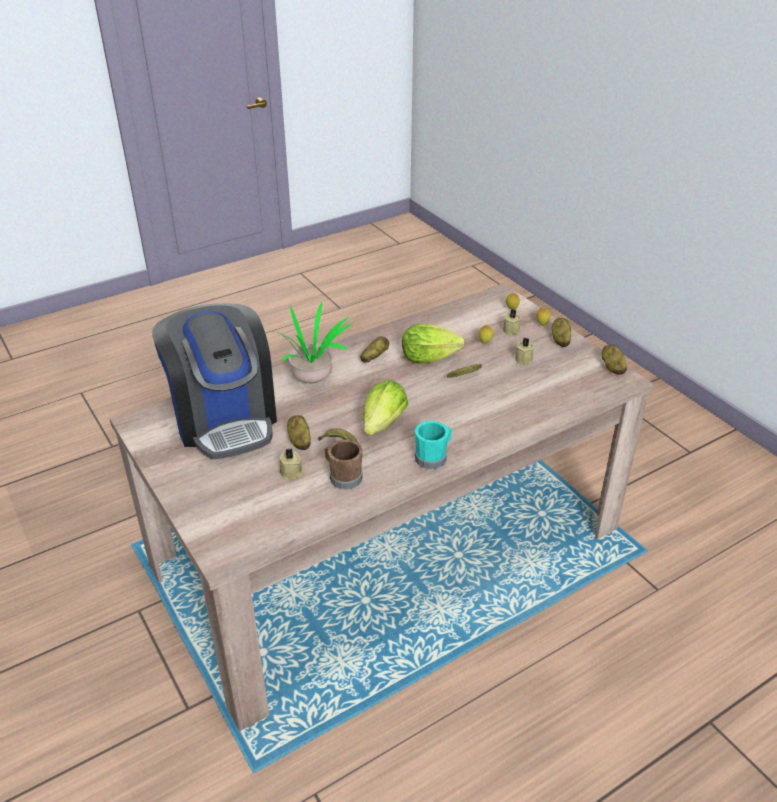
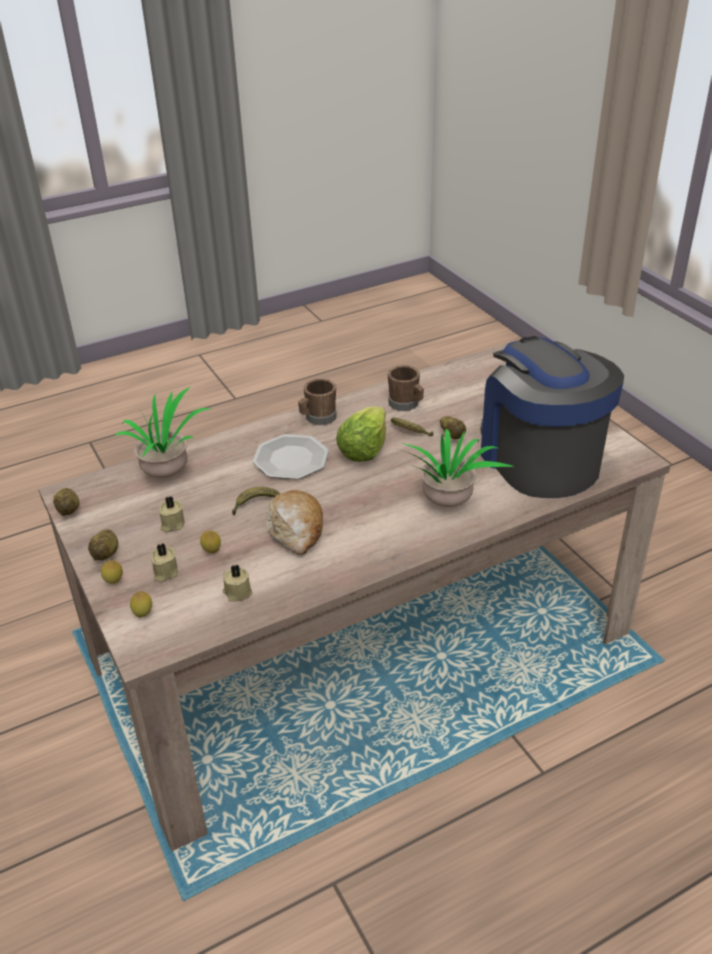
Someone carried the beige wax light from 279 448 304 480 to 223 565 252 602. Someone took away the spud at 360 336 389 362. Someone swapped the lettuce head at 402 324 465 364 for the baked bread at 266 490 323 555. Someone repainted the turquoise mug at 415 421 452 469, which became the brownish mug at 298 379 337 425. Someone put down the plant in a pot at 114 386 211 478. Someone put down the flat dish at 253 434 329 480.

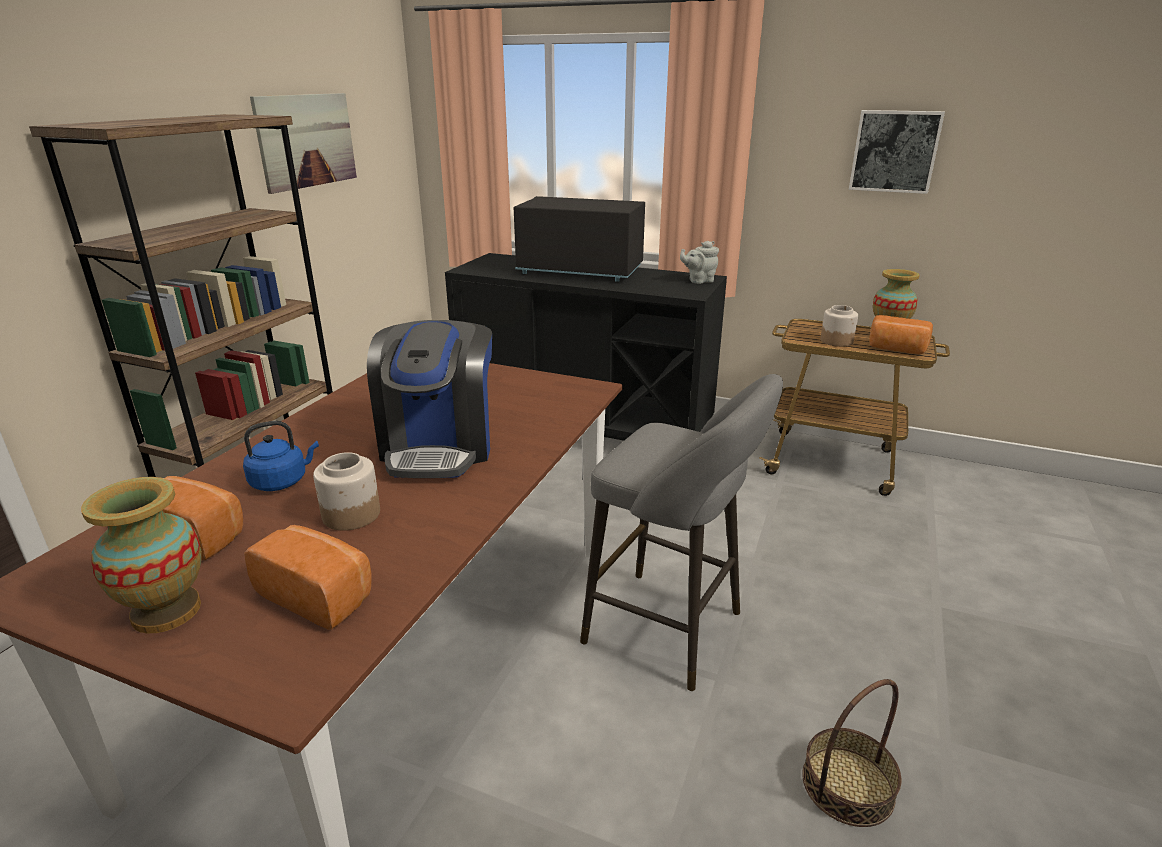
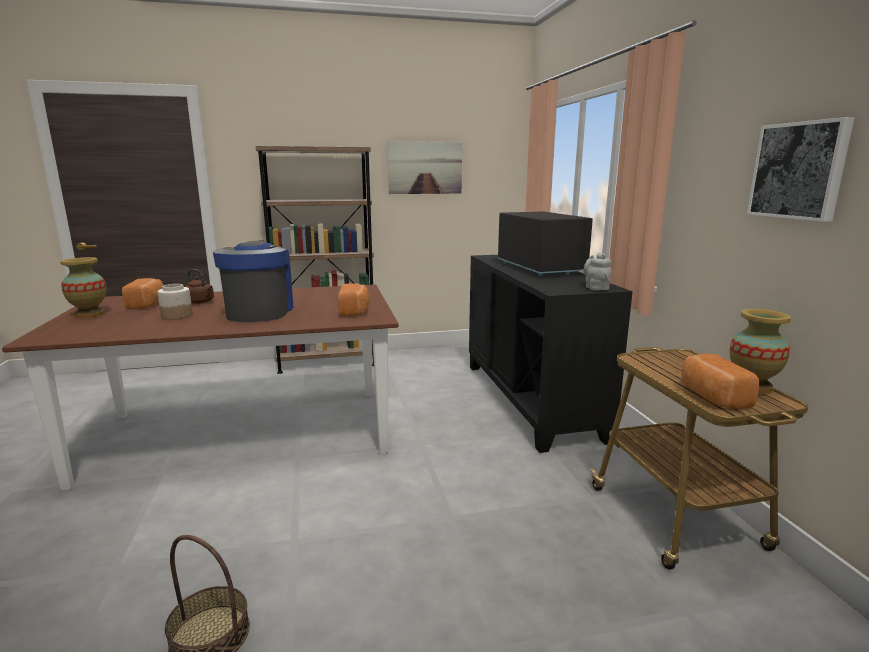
Someone repainted the bluish kettle at 243 421 319 491, which became the brownish kettle at 186 269 214 304. Someone carried the baked bread from 244 525 372 630 to 338 284 370 316. Someone rotated the coffee maker at 367 320 492 478 by 120 degrees clockwise. Someone took away the grey stool seat at 580 374 783 691. Someone rotated the grey teapot at 680 241 719 284 by 45 degrees clockwise. Someone took away the storage jar at 820 305 858 347.

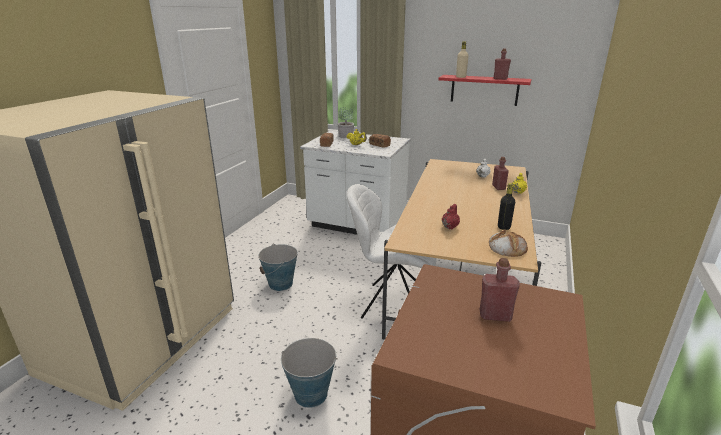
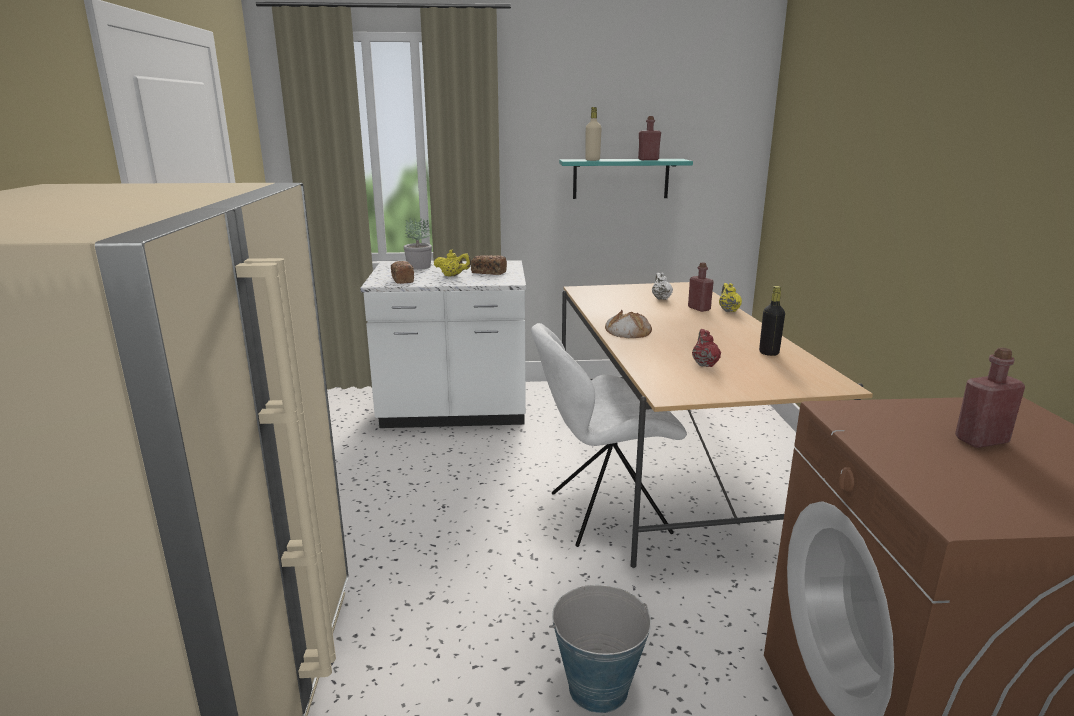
Someone took away the water bucket at 258 244 298 291. Someone repainted the reddish bracket shelf at 438 75 532 106, which became the turquoise bracket shelf at 559 159 693 199. Someone carried the baked bread from 489 229 528 257 to 605 310 652 338.

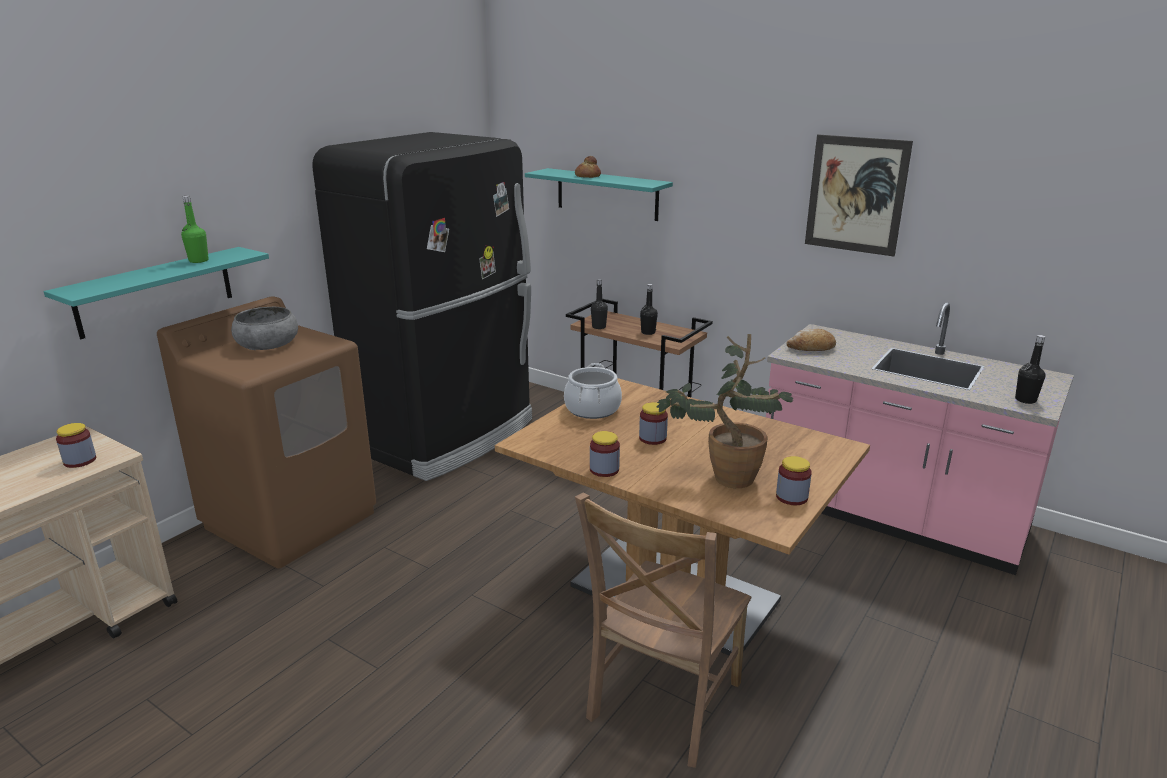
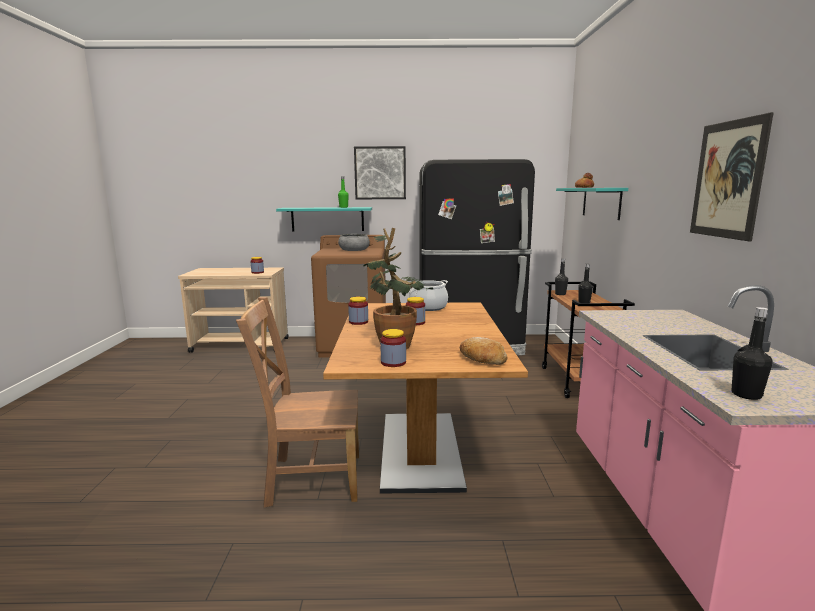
Someone carried the baked bread from 786 329 836 351 to 460 337 507 365. Someone put up the wall art at 354 146 406 199.

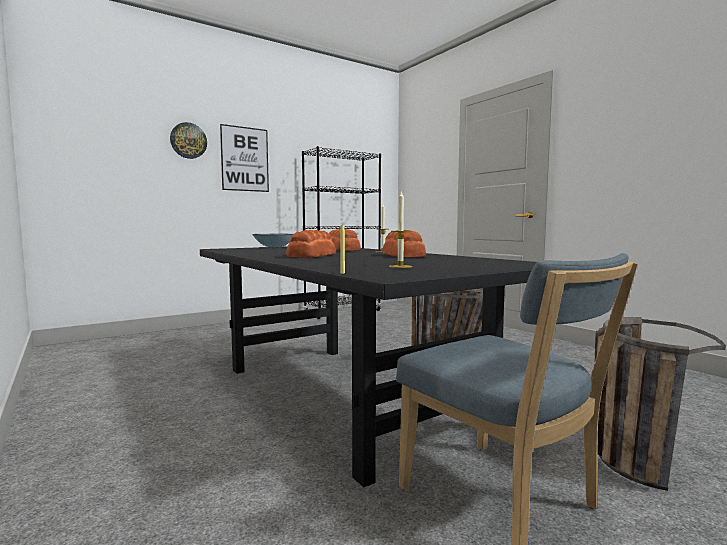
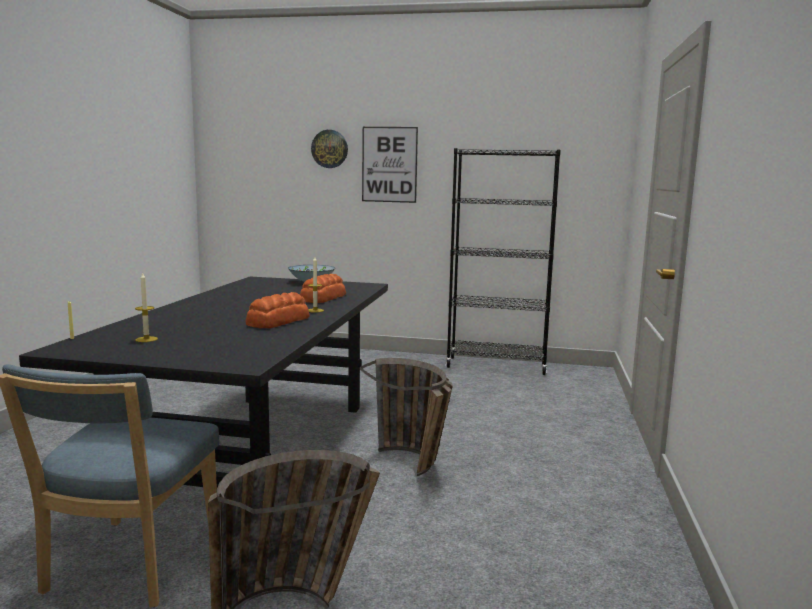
Someone took away the baked bread at 286 230 336 258.

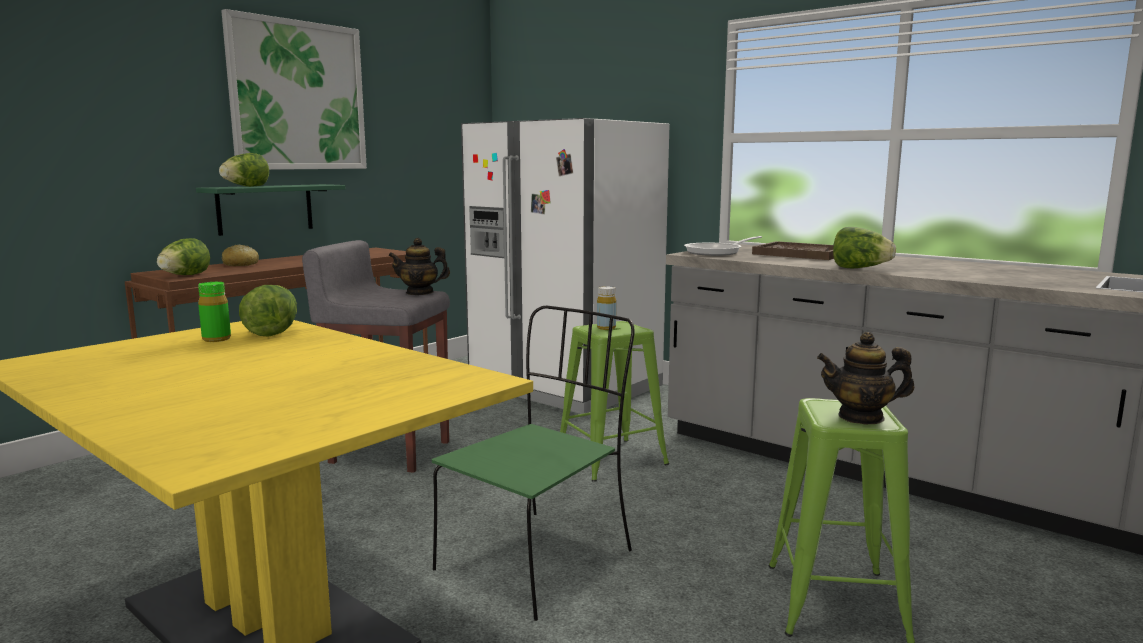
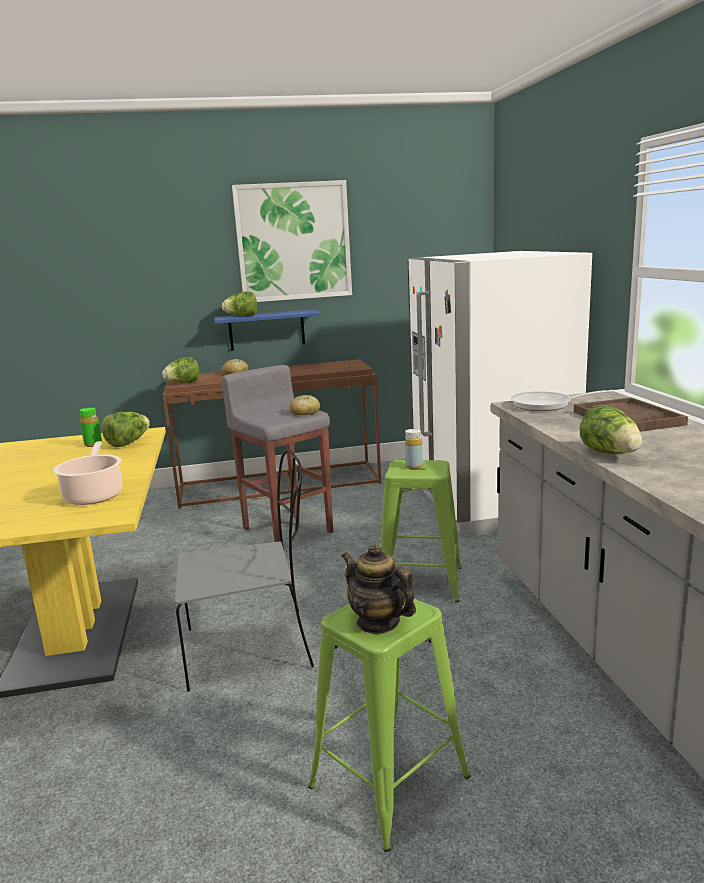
Someone repainted the greenish bracket shelf at 196 184 345 236, which became the bluish bracket shelf at 214 309 320 351. Someone swapped the teapot at 388 238 450 295 for the baked bread at 289 395 320 415. Someone repainted the greenish chair at 432 306 635 621, which became the grey chair at 175 450 314 692. Someone put down the saucepot at 53 441 122 505.

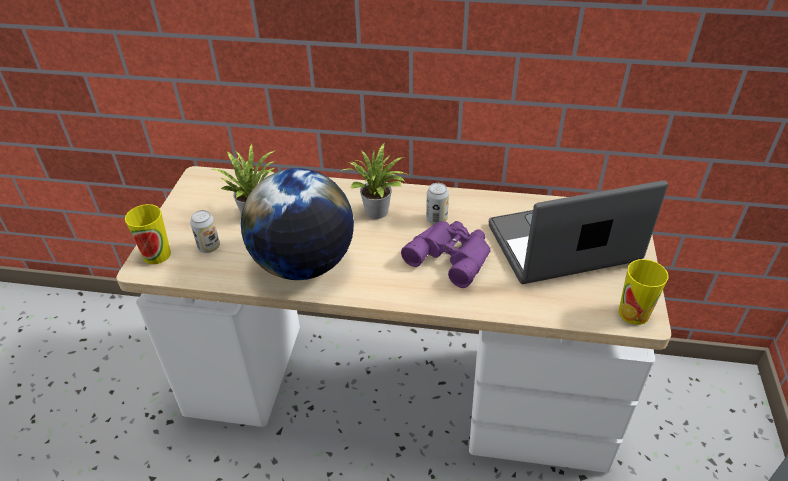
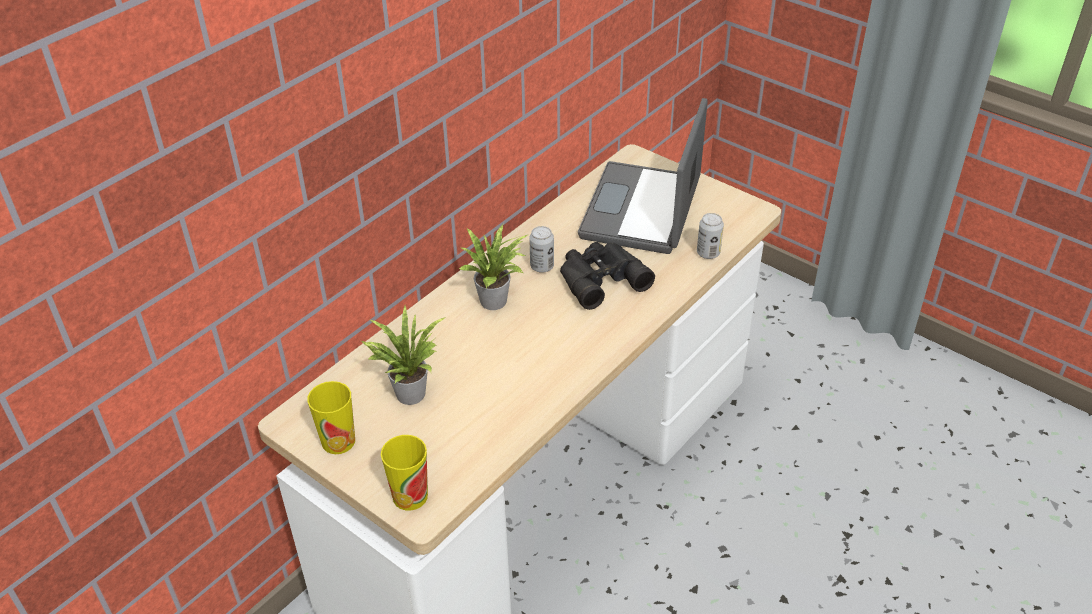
Someone carried the sealed can from 190 210 220 253 to 697 213 724 259. Someone took away the desk globe at 241 168 354 280. Someone repainted the purple-coloured pair of binoculars at 401 221 490 288, which became the blackish pair of binoculars at 560 242 655 310. Someone carried the drinking cup from 619 259 669 325 to 307 381 355 454.

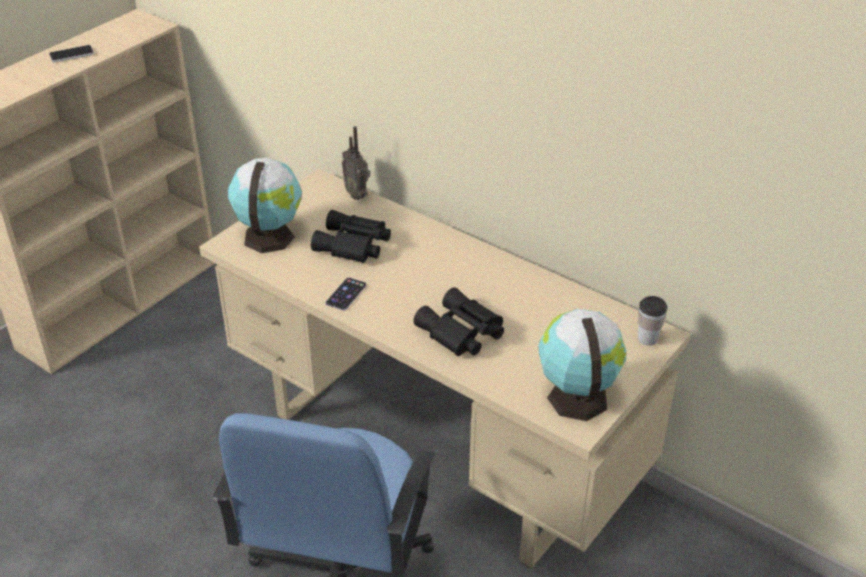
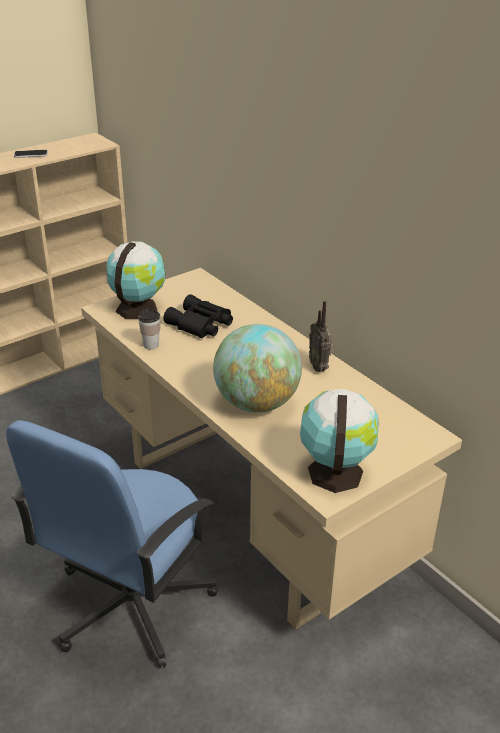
Someone took away the telephone at 325 277 367 311. Someone carried the radio receiver from 342 126 370 200 to 309 301 334 372. Someone swapped the blackish pair of binoculars at 414 287 504 356 for the desk globe at 213 324 302 412. Someone carried the drinking cup from 638 296 667 346 to 138 309 160 349.

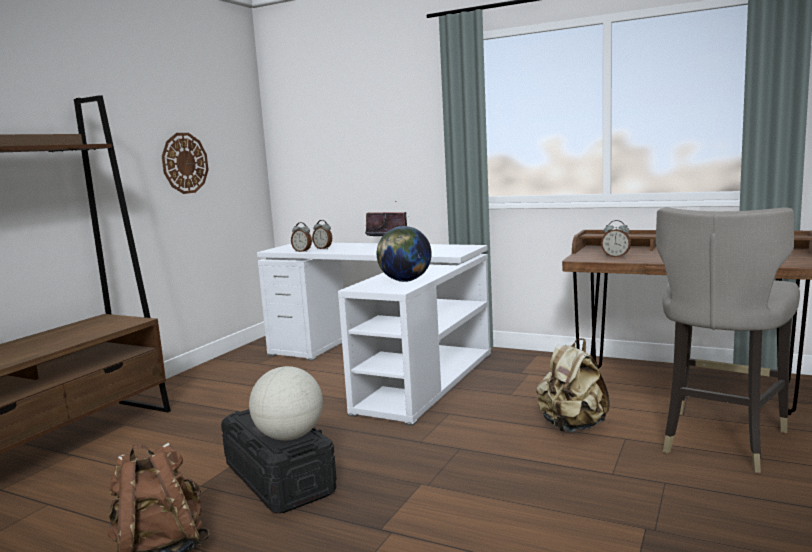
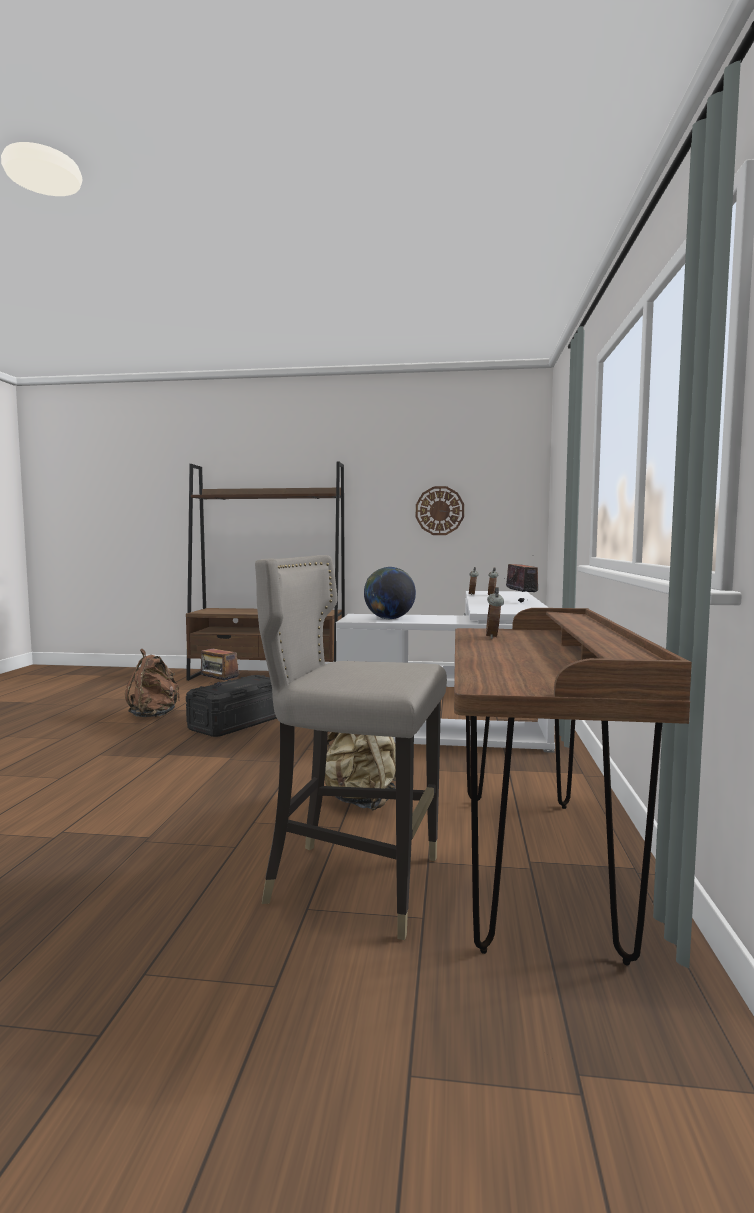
Someone swapped the desk globe at 249 366 323 440 for the radio receiver at 201 639 239 687.

